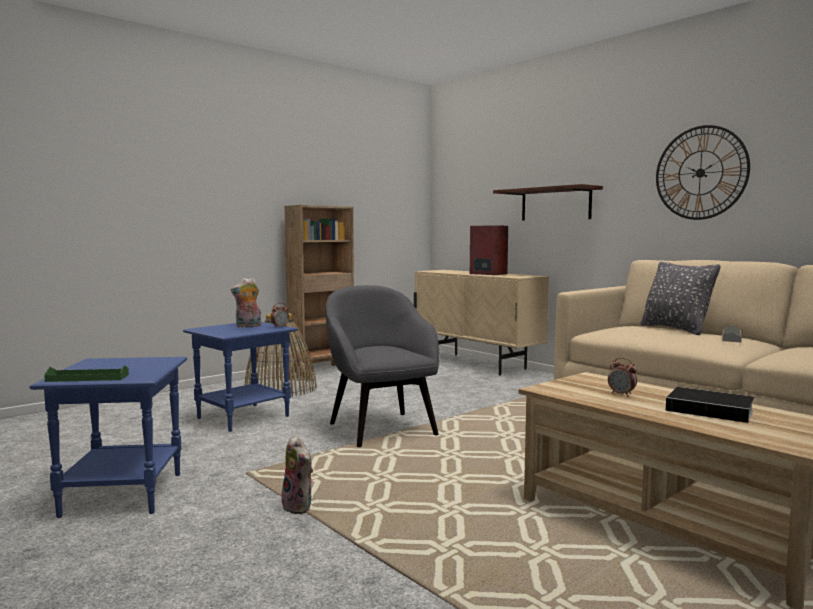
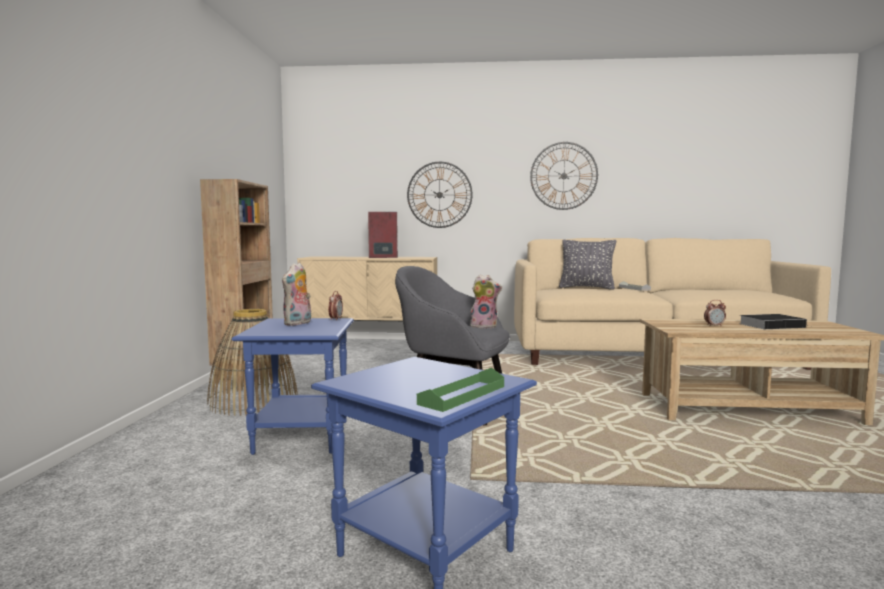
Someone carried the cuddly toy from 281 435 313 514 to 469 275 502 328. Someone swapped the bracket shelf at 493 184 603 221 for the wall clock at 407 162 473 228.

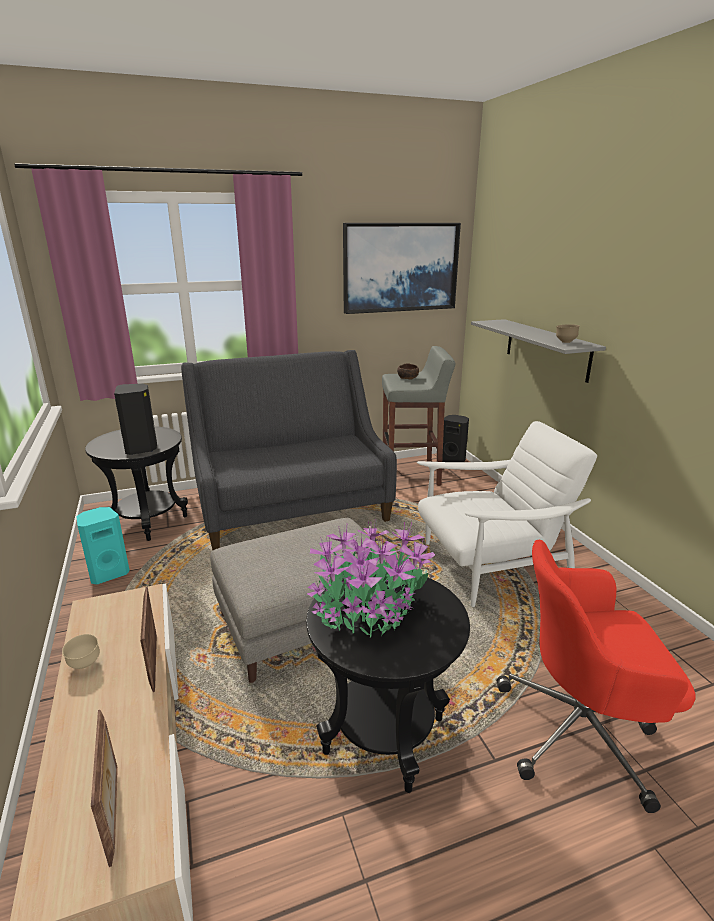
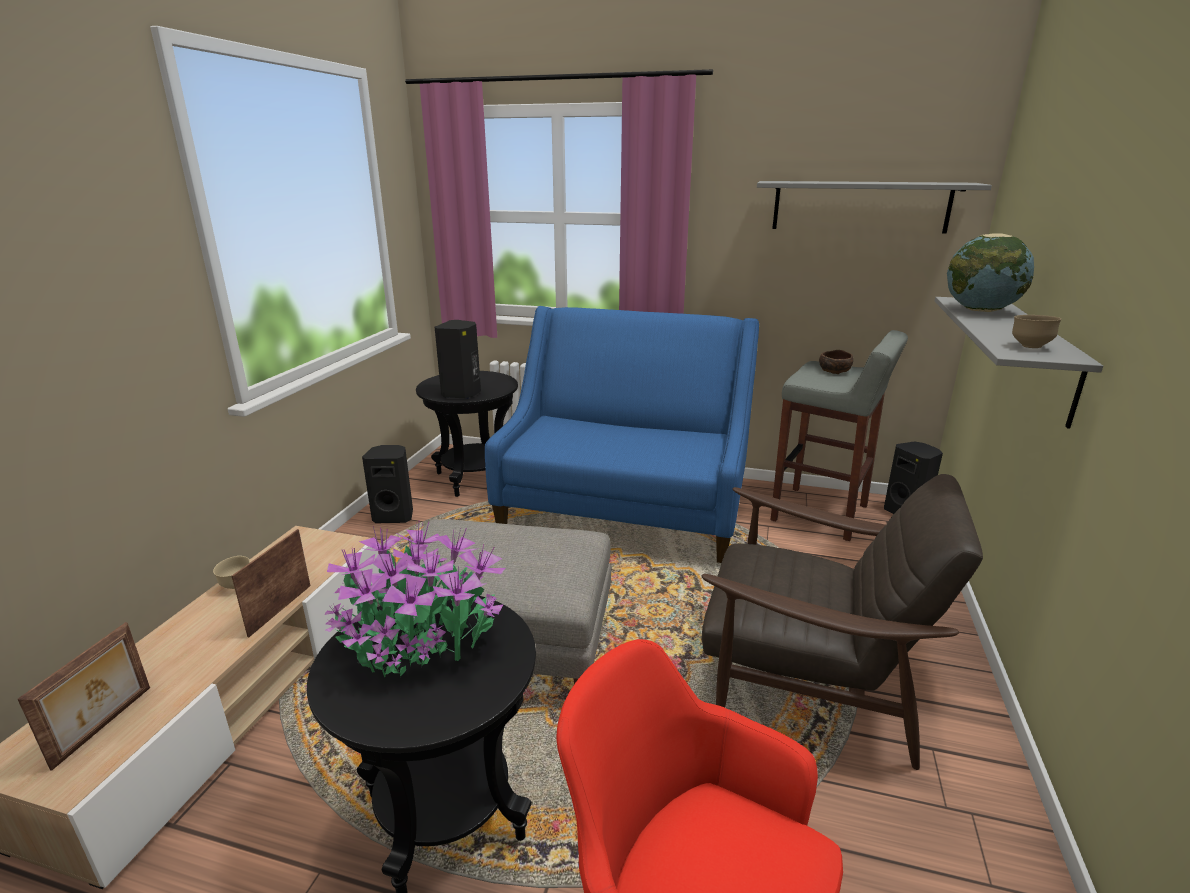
Someone repainted the turquoise speaker at 76 507 130 584, which became the blackish speaker at 362 445 413 523. Someone repainted the grey sofa at 181 350 397 550, which became the bluish sofa at 485 306 759 563. Someone swapped the wall art at 343 223 461 314 for the grey bracket shelf at 757 181 992 233. Someone repainted the white lounge chair at 417 421 597 607, which became the brownish lounge chair at 702 474 983 770. Someone put down the desk globe at 947 233 1034 312.

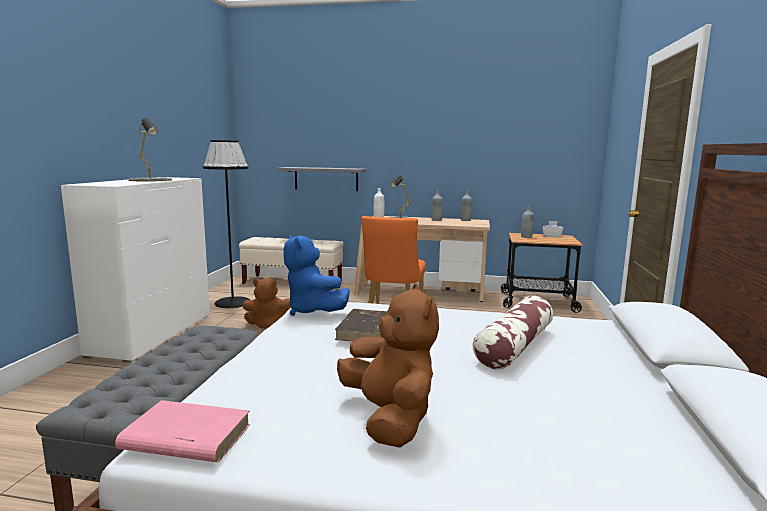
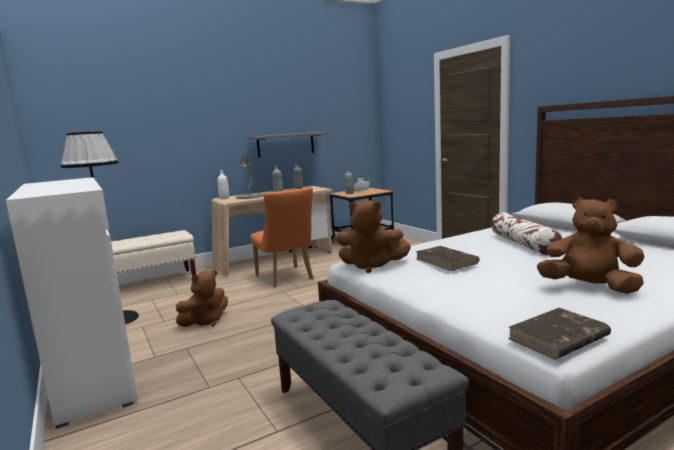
Someone repainted the pink-coloured bound book at 115 400 251 462, which became the brownish bound book at 508 308 611 359. Someone took away the grey lamp for a table at 128 118 172 182. Someone carried the grey bracket shelf from 278 167 366 191 to 249 132 330 158. Someone repainted the bluish cuddly toy at 283 235 350 316, which became the brownish cuddly toy at 336 200 411 273.

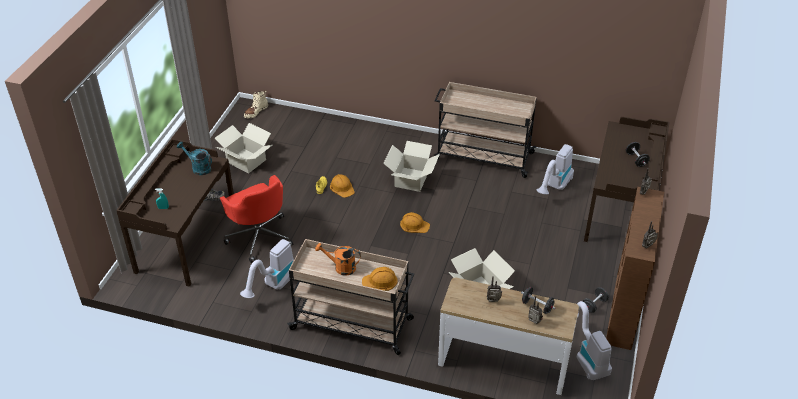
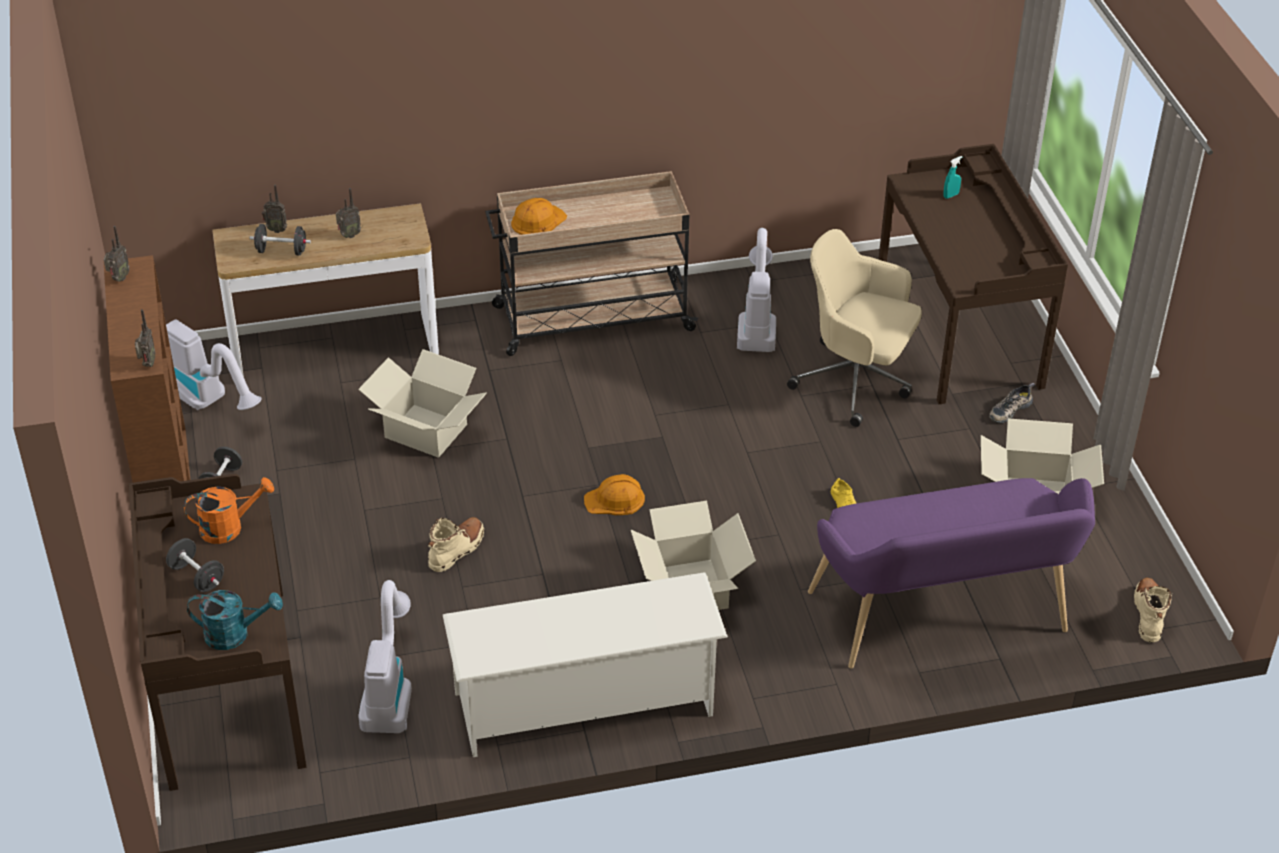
Someone carried the turquoise watering can from 177 141 212 175 to 187 590 283 650. Someone repainted the reddish office chair at 220 175 293 263, which became the beige office chair at 787 229 922 427. Someone carried the orange-coloured watering can from 315 243 361 276 to 184 477 274 544. Someone took away the orange-coloured safety helmet at 330 174 355 198. Someone swapped the beige trolley at 434 82 537 178 for the white shoe shelf at 443 572 728 757. Someone put down the beige tall boot at 428 517 484 572. Someone put down the purple-coloured indoor bench at 808 478 1095 669.

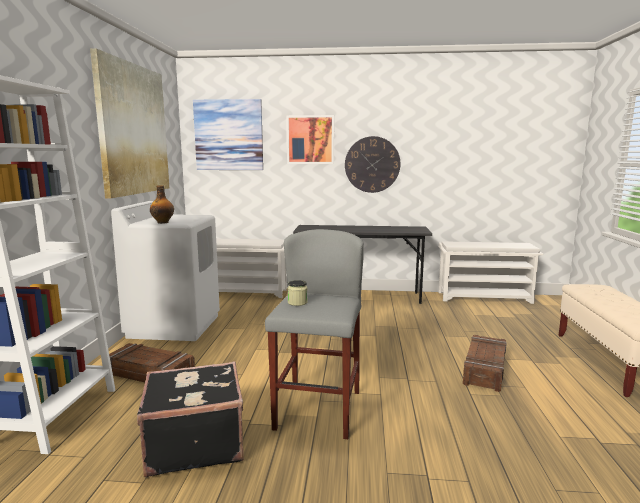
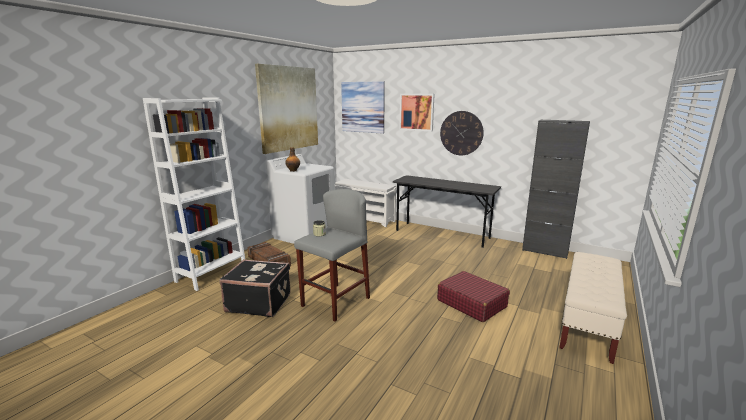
Someone swapped the white shoe shelf at 438 241 543 304 for the blackish storage cabinet at 522 120 590 259. Someone swapped the shipping crate at 463 335 507 392 for the reddish suitcase at 437 271 510 322.

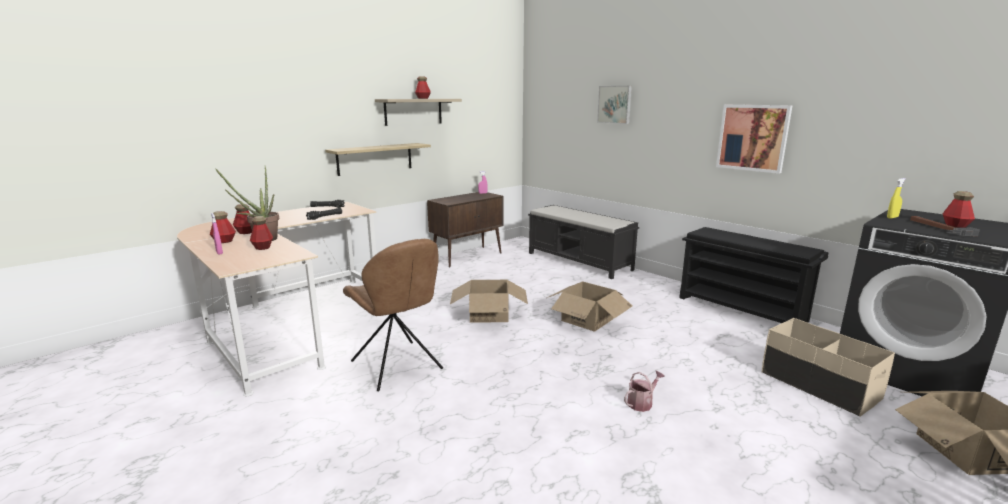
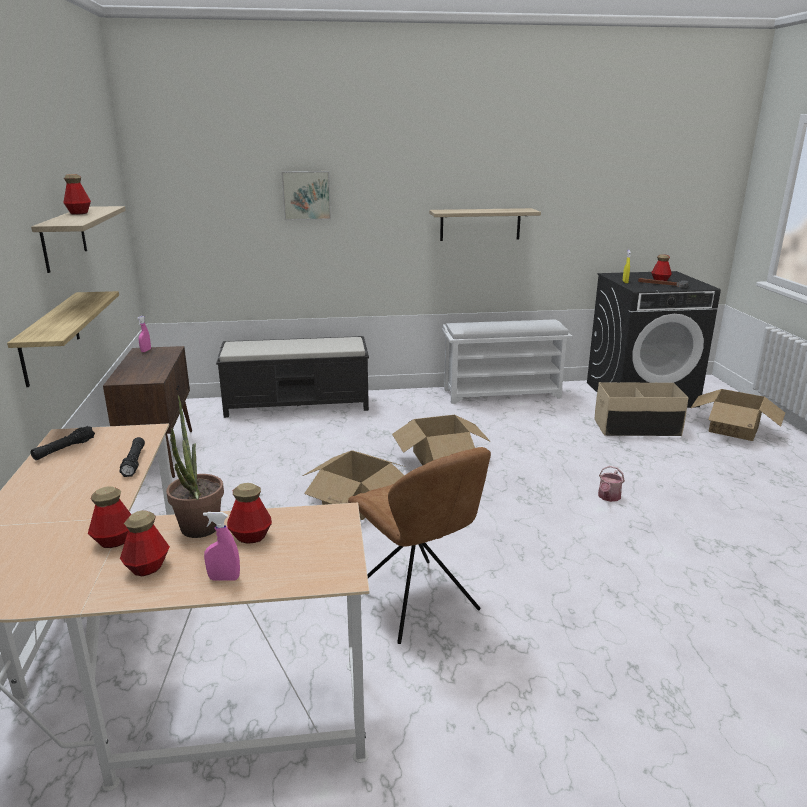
Someone rotated the brownish chair at 343 239 443 391 by 60 degrees clockwise. Someone rotated the watering can at 624 370 665 412 by 150 degrees counterclockwise. Someone repainted the blackish shoe shelf at 679 227 829 323, which became the white shoe shelf at 442 319 572 404. Someone swapped the wall art at 716 105 793 174 for the bracket shelf at 429 208 541 241.

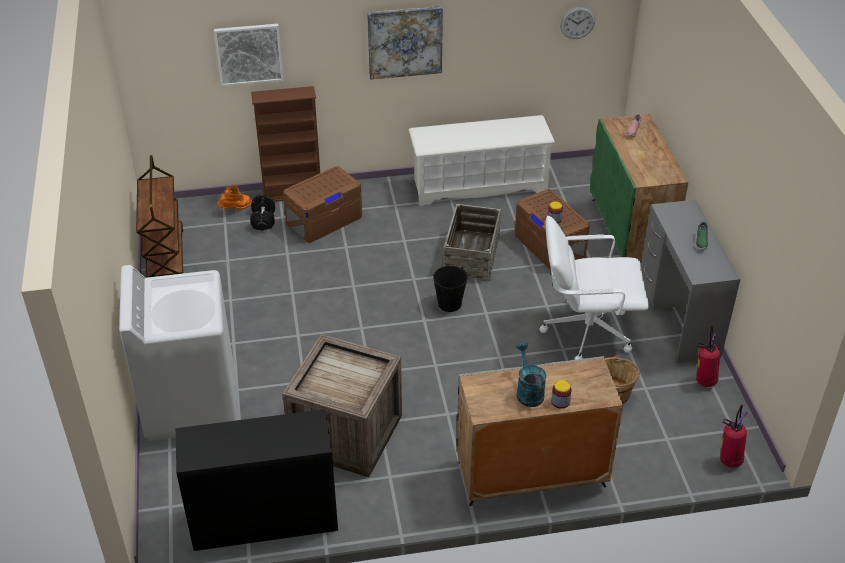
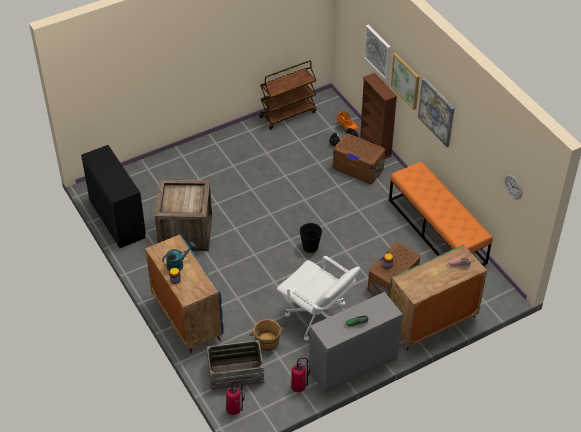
Someone took away the white washing machine at 119 265 238 441. Someone swapped the white shoe shelf at 409 115 555 206 for the orange-coloured indoor bench at 389 161 493 266. Someone carried the shipping crate from 443 204 501 281 to 206 340 264 391. Someone repainted the grey storage cabinet at 457 356 623 506, which became the bluish storage cabinet at 145 234 224 353. Someone rotated the white office chair at 540 216 649 360 by 150 degrees clockwise. Someone put up the wall art at 391 53 420 110.

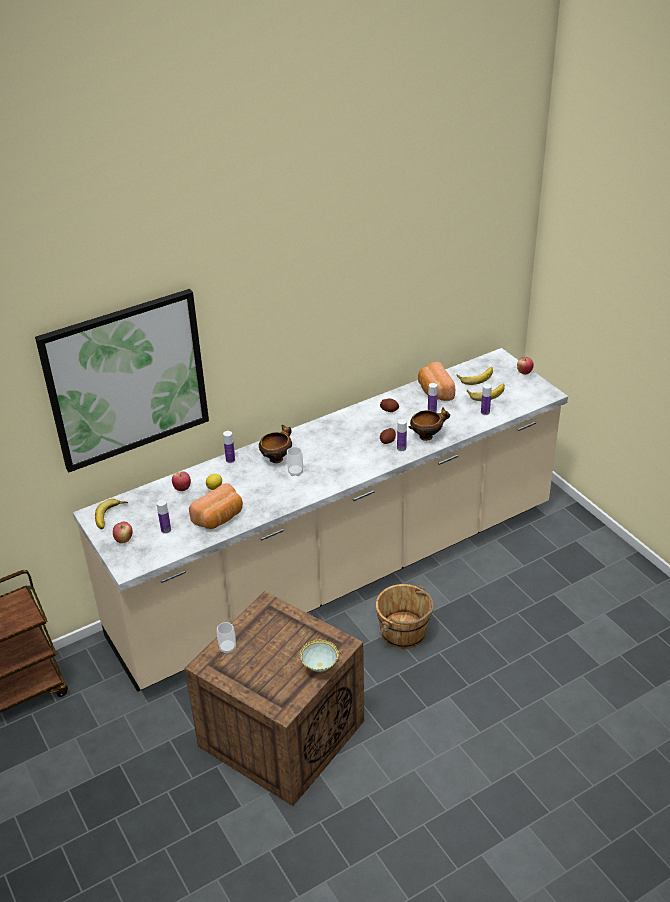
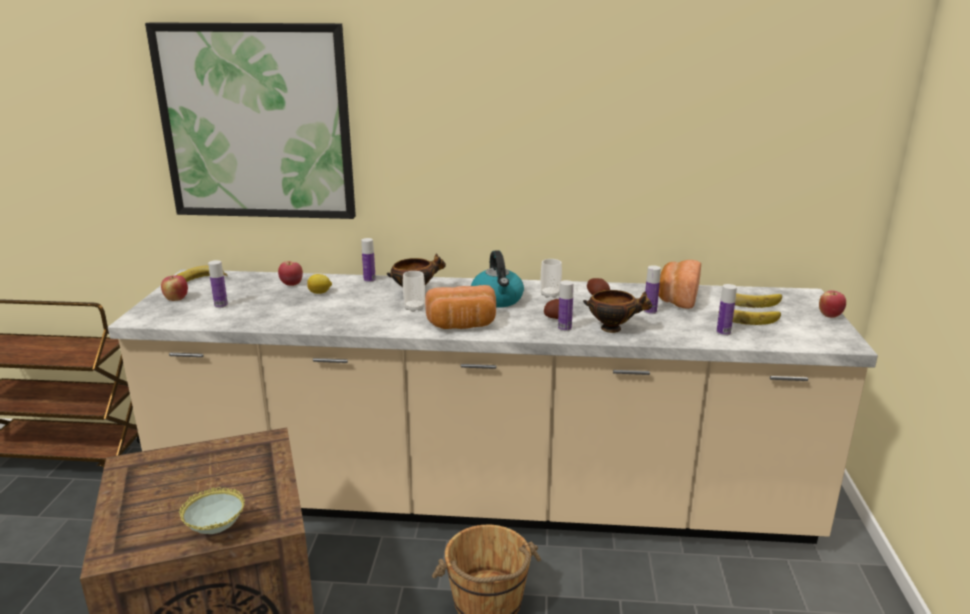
Someone carried the baked bread from 189 483 243 529 to 425 285 496 329. Someone carried the drinking cup from 217 622 236 654 to 541 259 562 298. Someone put down the kettle at 471 250 524 308.

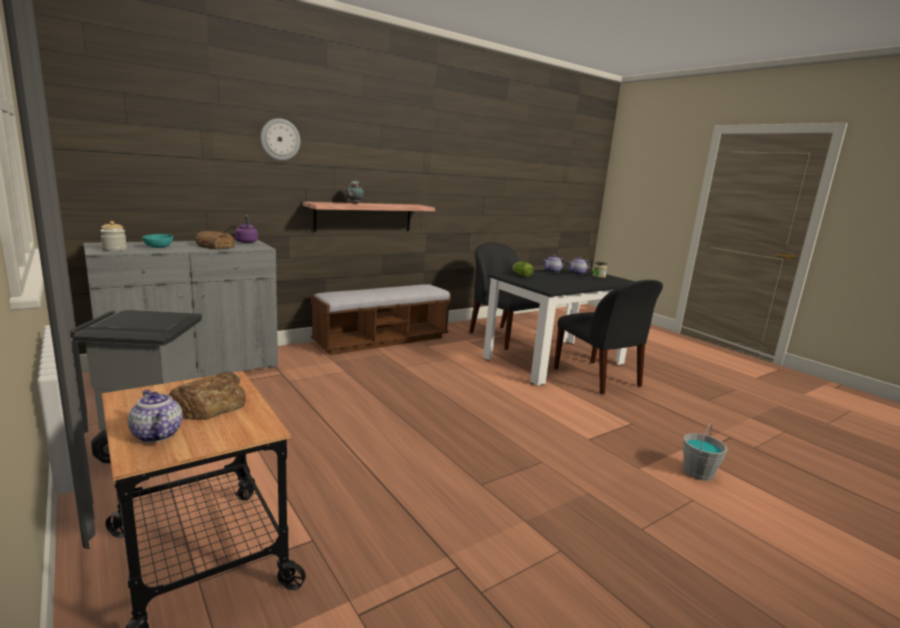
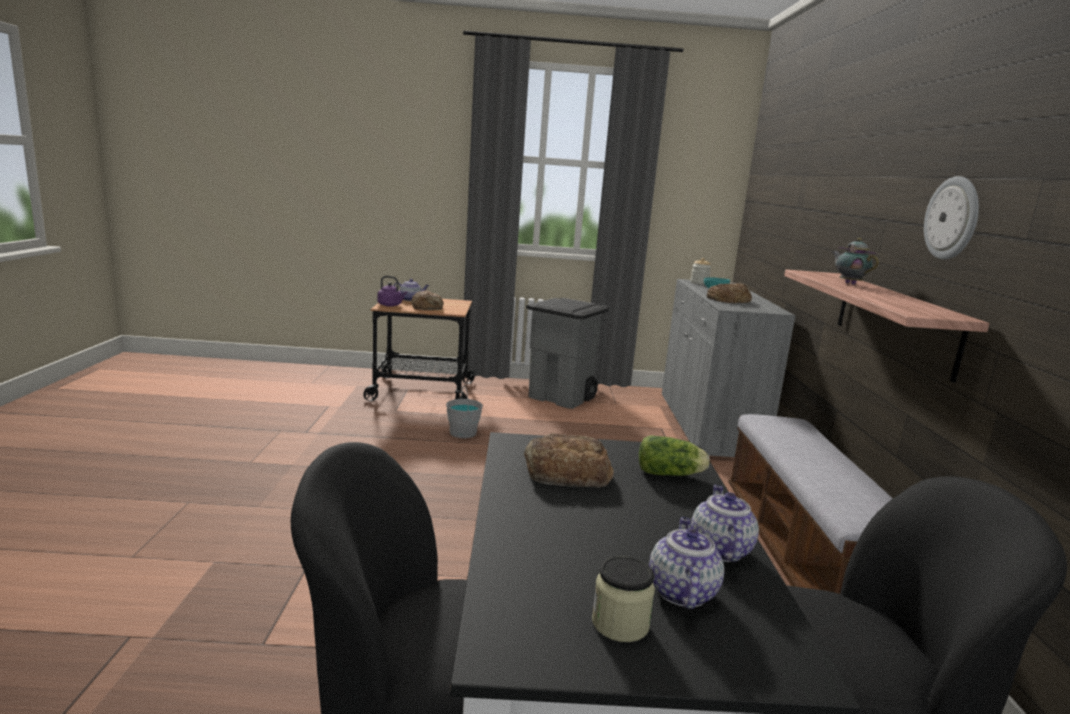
Someone carried the purple-coloured kettle from 235 215 258 243 to 377 276 407 307. Someone carried the wall clock from 260 118 300 160 to 924 176 979 260. Someone carried the grey water bucket from 683 423 728 481 to 446 386 483 438. Someone put down the baked bread at 524 433 614 488.

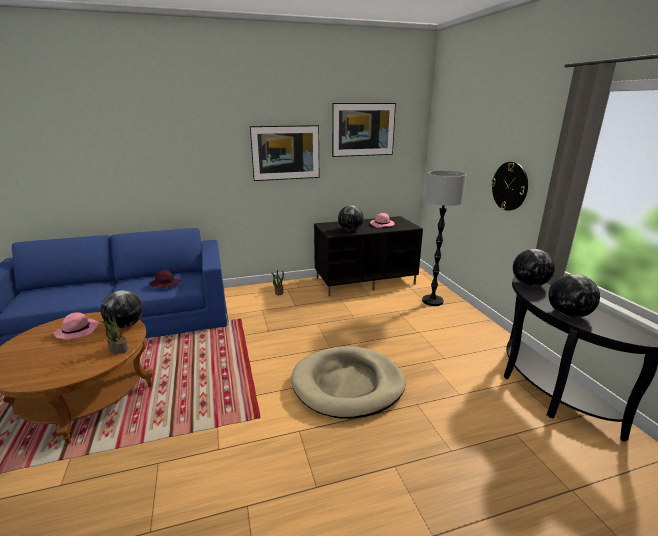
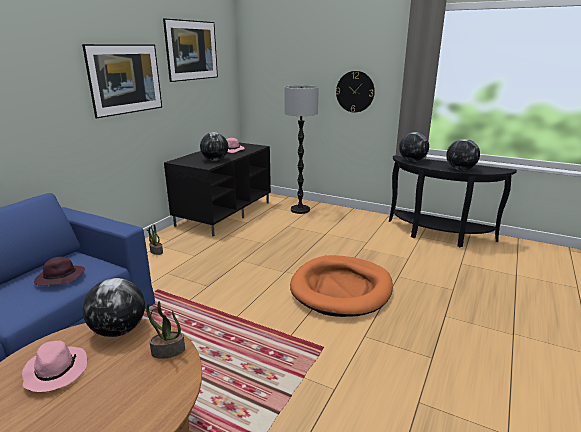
Someone repainted the beige dog cushion at 291 346 406 419, which became the orange-coloured dog cushion at 290 255 393 317.

